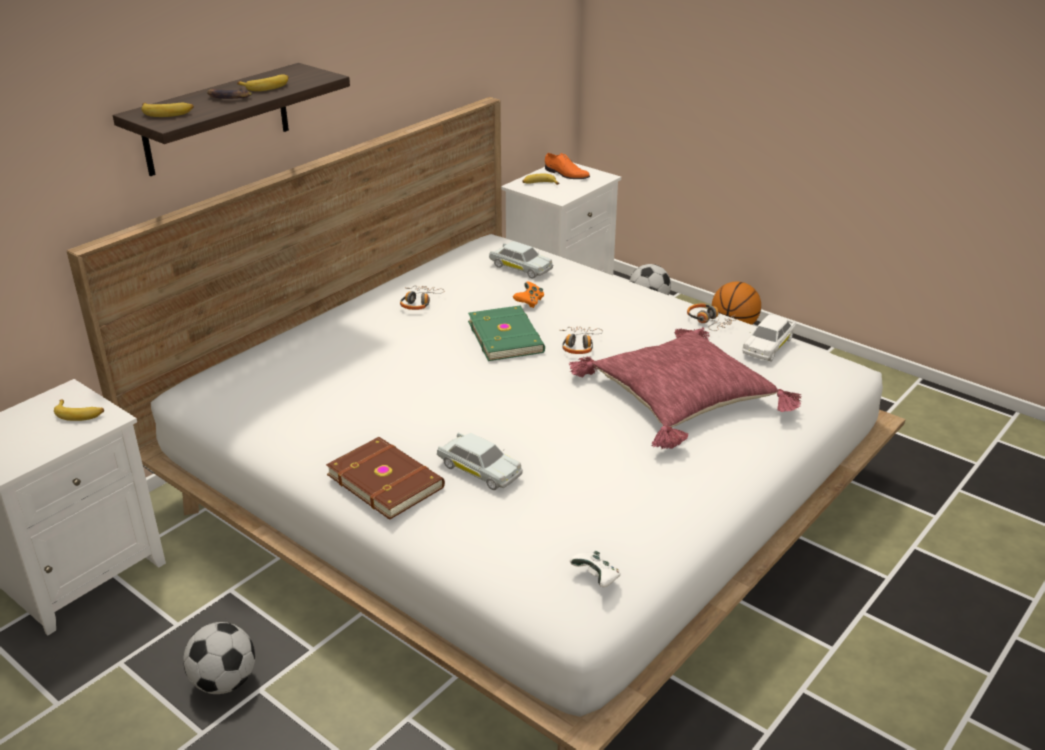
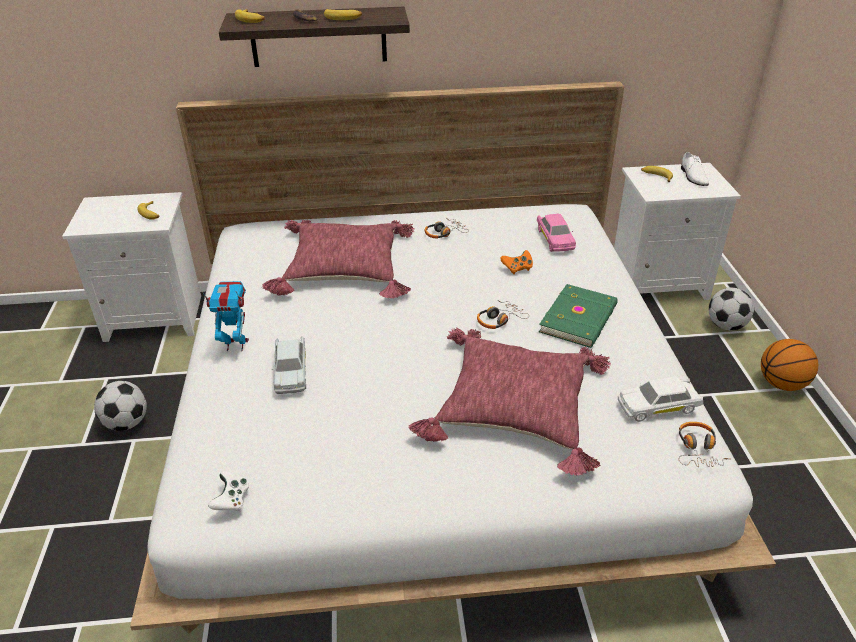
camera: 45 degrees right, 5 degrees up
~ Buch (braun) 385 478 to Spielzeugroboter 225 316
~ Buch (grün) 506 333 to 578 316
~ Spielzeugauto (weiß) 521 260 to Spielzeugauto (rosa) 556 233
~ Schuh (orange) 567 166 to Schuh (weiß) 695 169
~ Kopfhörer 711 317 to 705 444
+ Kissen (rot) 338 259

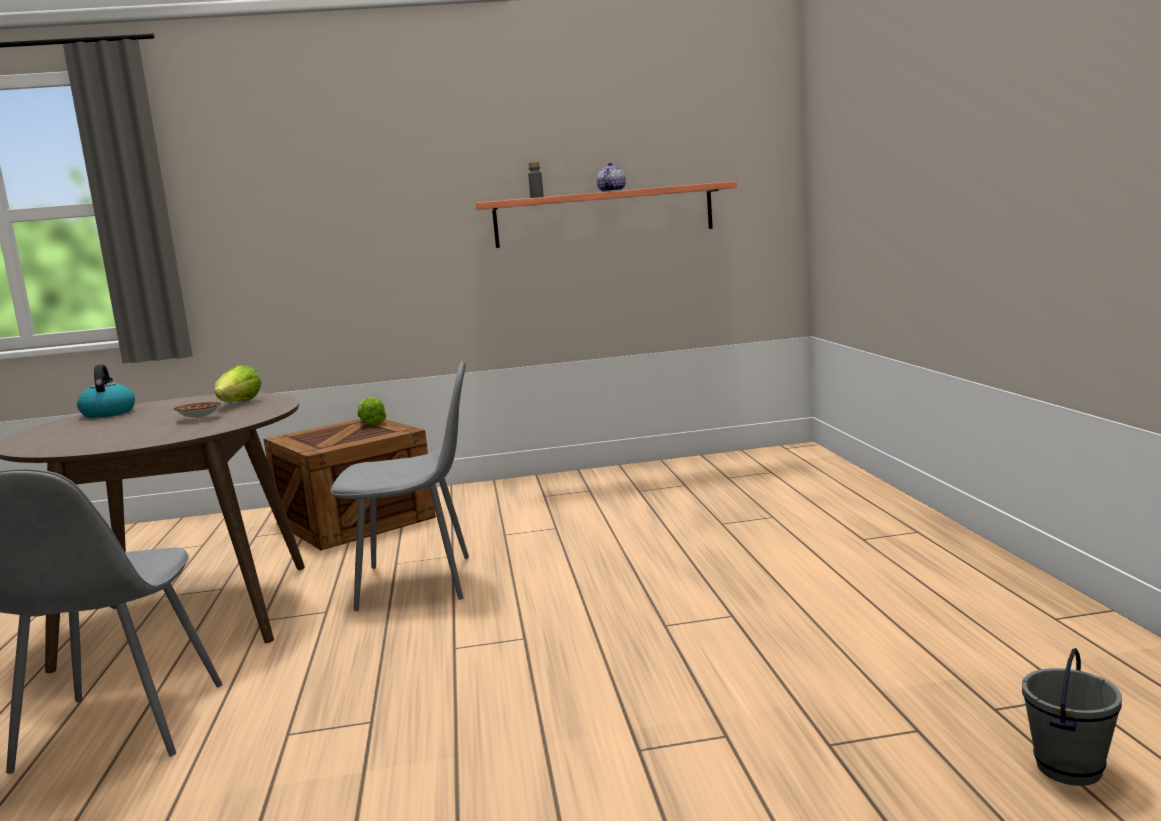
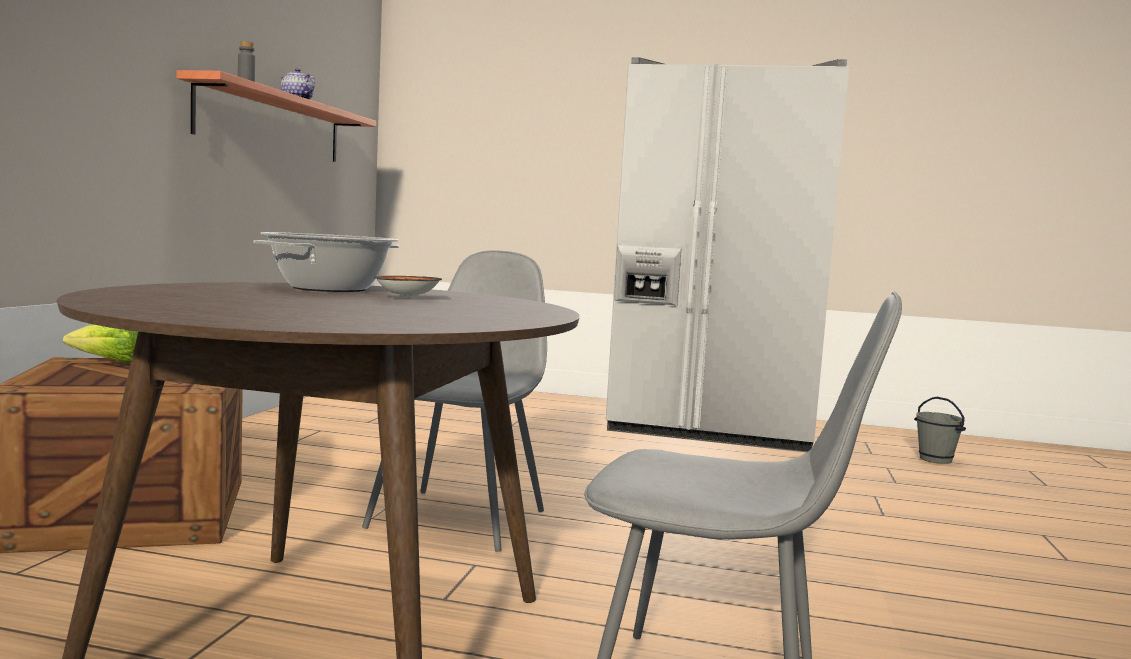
camera: 70 degrees left, 5 degrees down
- Wasserkessel 106 391
~ Salatkopf 238 383 to Kochtopf 326 262
+ Kühlschrank (weiß) 727 254

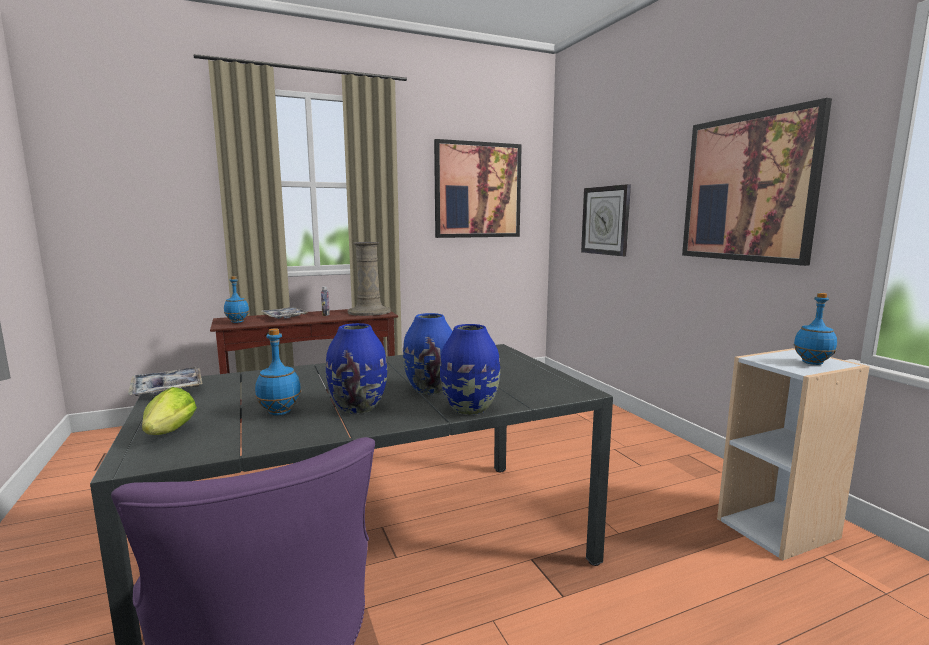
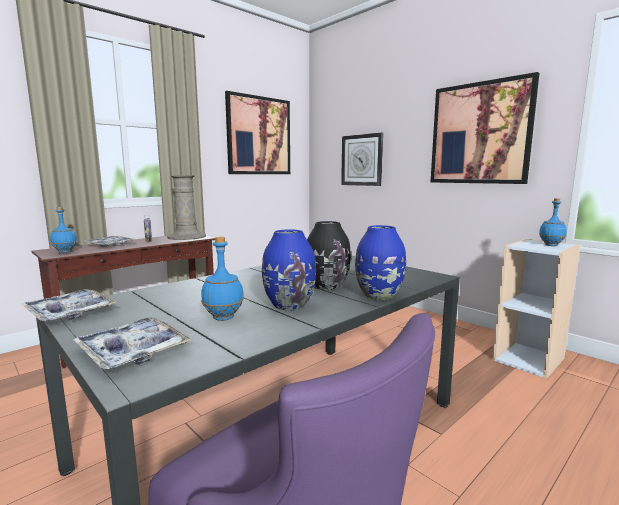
camera: 20 degrees left, 0 degrees up
~ Salatkopf 169 411 to Tablett 132 343
~ Vase (blau) 428 353 to Vase (schwarz) 329 255

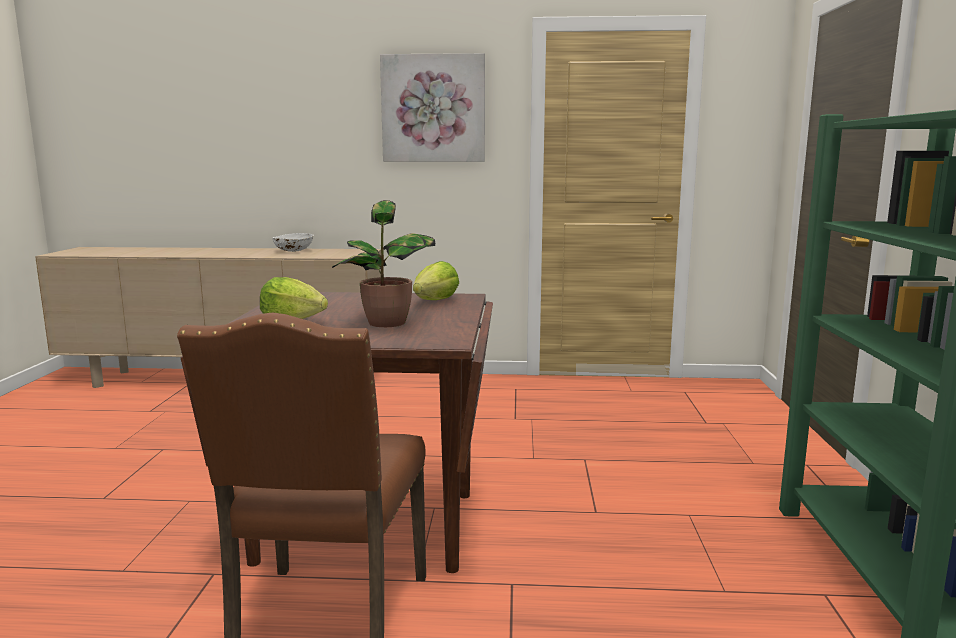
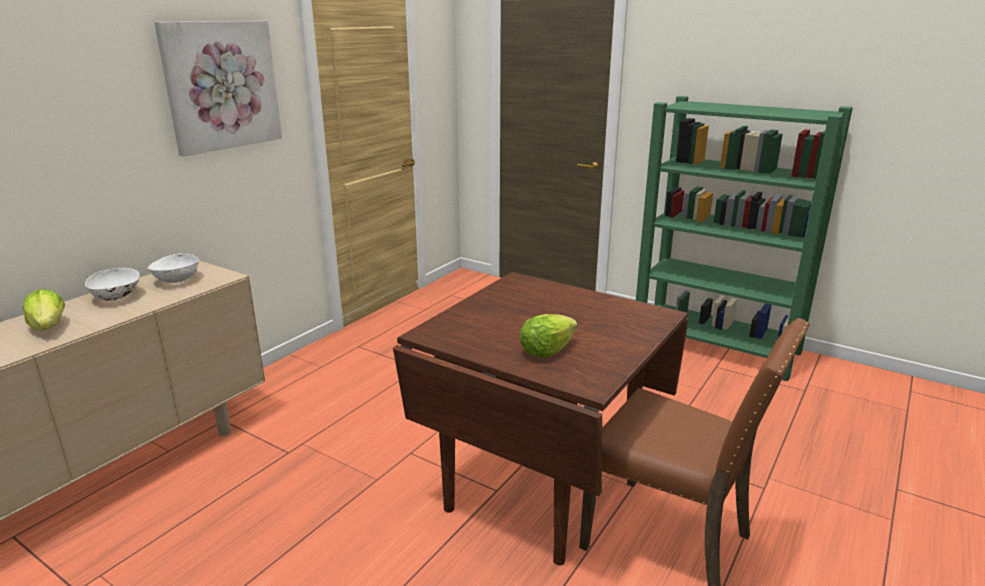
camera: 60 degrees left, 10 degrees up
- Topfpflanze 383 263
~ Salatkopf 436 280 to 44 310
+ Schüssel (weiß) 173 268

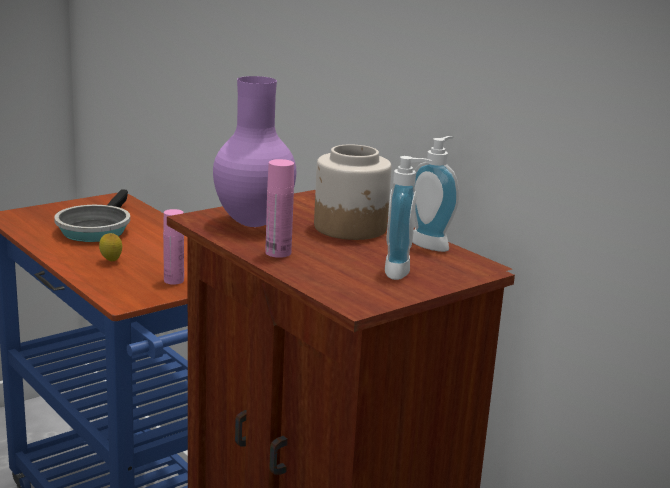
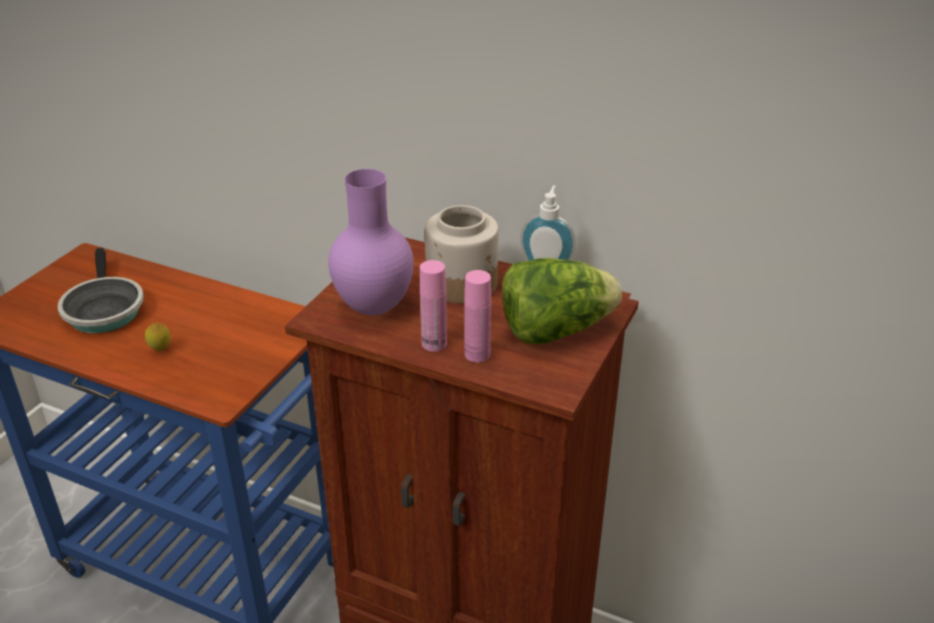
camera: 25 degrees left, 15 degrees up
~ Flasche (rosa) 173 247 to 477 316
~ Seifenspender 408 218 to Salatkopf 562 301

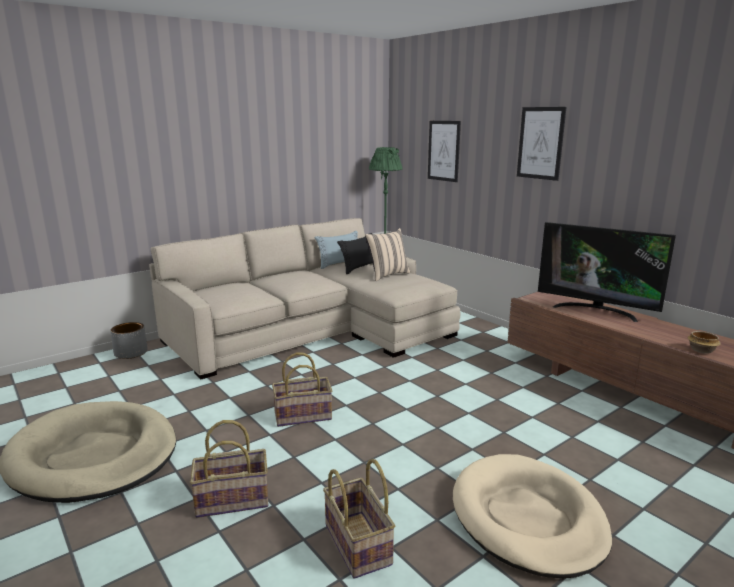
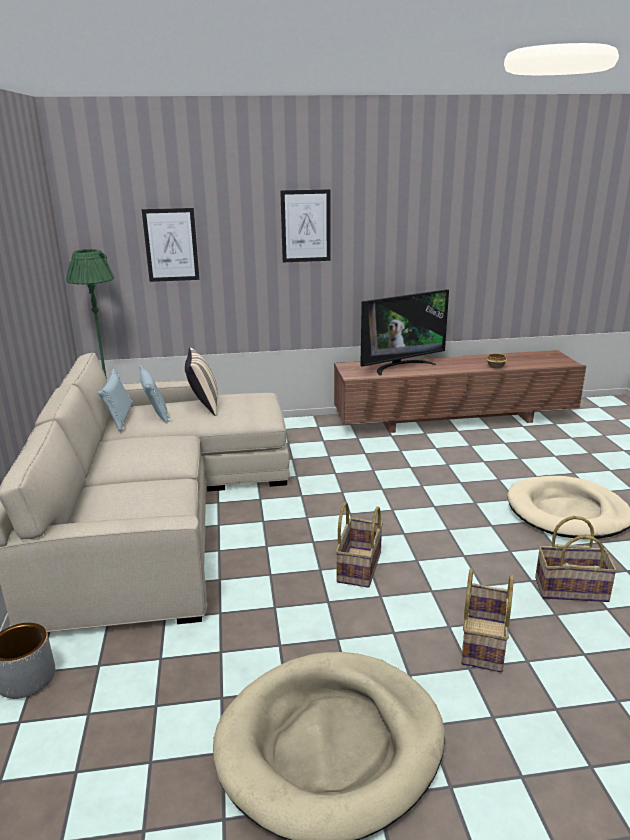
camera: 60 degrees left, 5 degrees up
~ Kissen (schwarz) 355 253 to Kissen (blau) 154 394

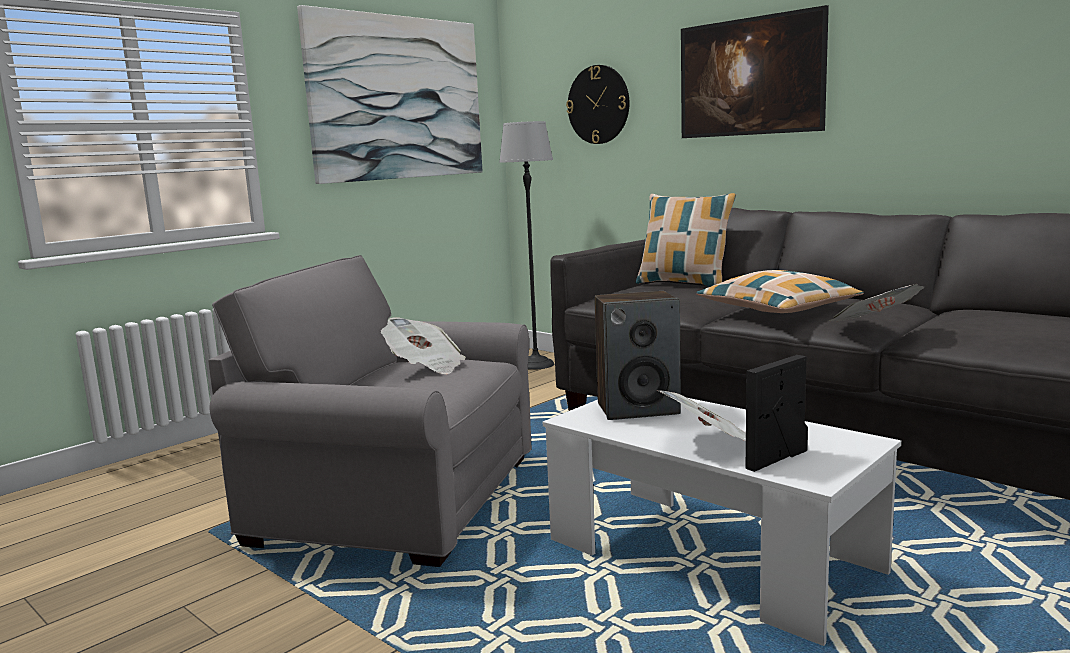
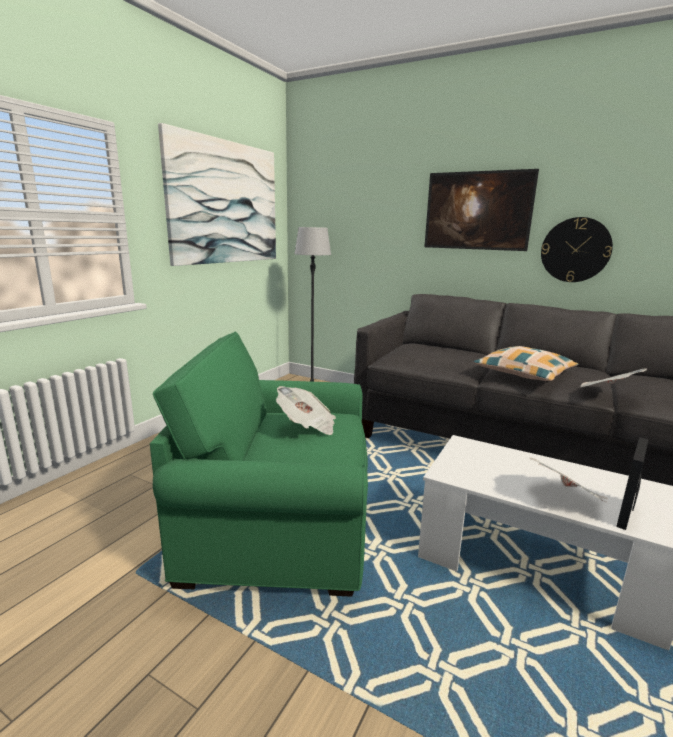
camera: 15 degrees left, 5 degrees up
~ Sessel (grau) 370 411 to Sessel (grün) 259 464
~ Wanduhr 597 104 to 577 249
- Lautsprecher 637 355
- Kissen 686 240

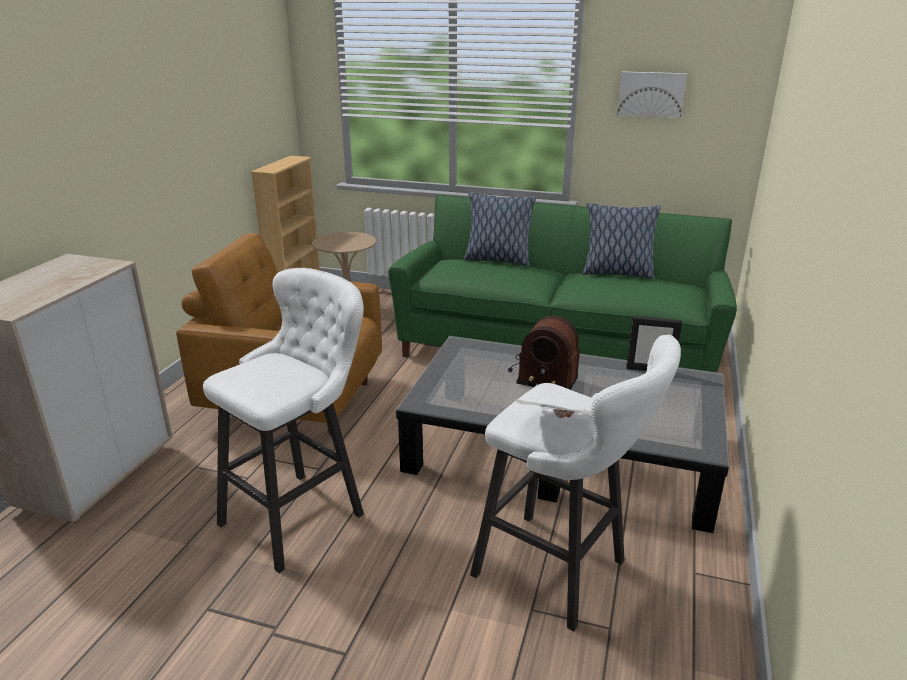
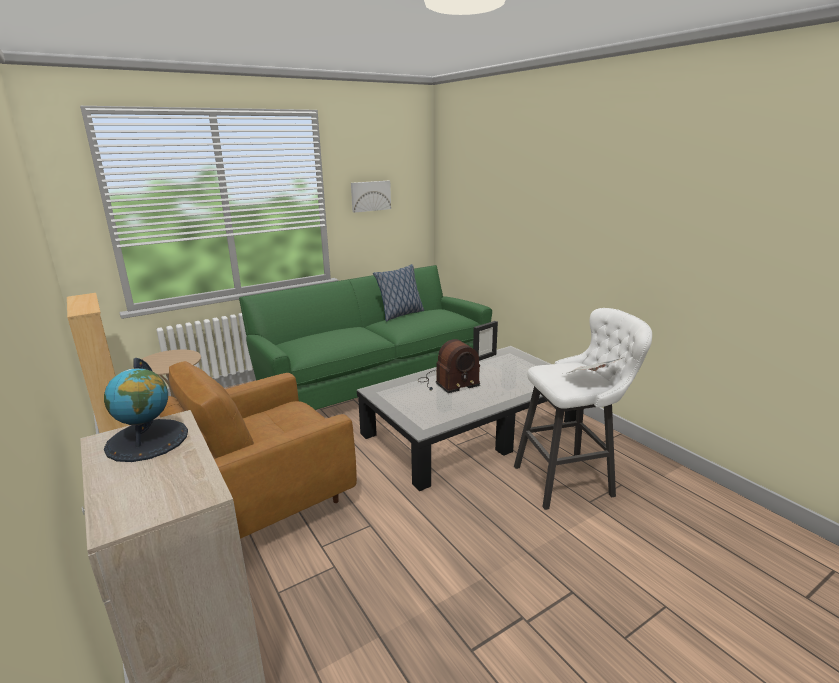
camera: 50 degrees left, 5 degrees down
- Hocker (weiß) 283 420
- Kissen 500 229
+ Globus 146 410

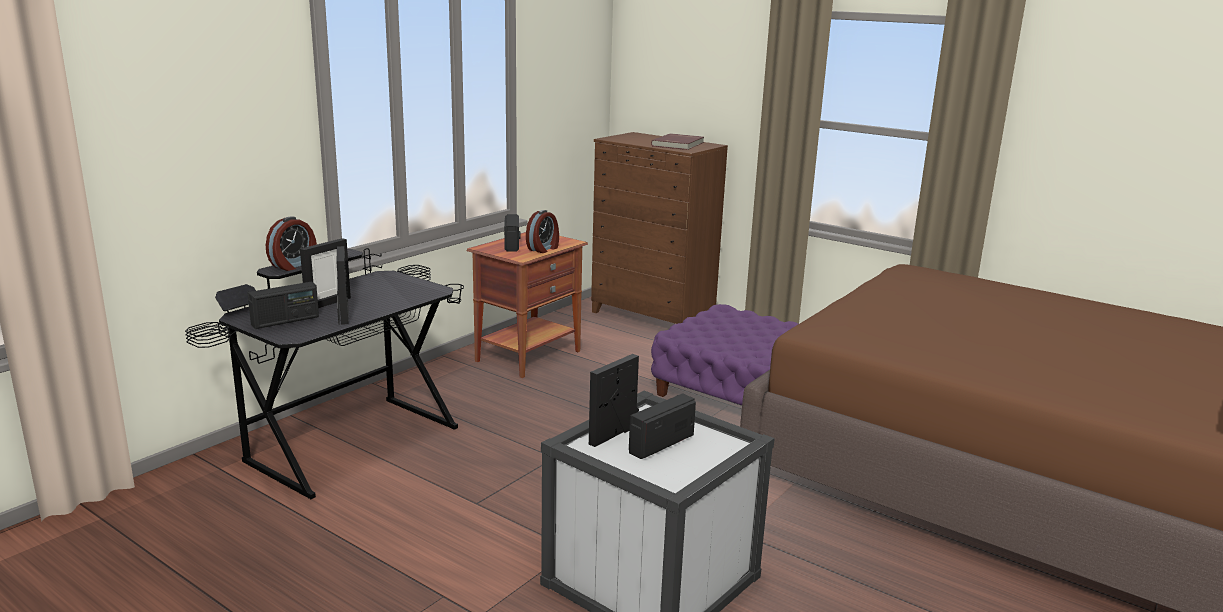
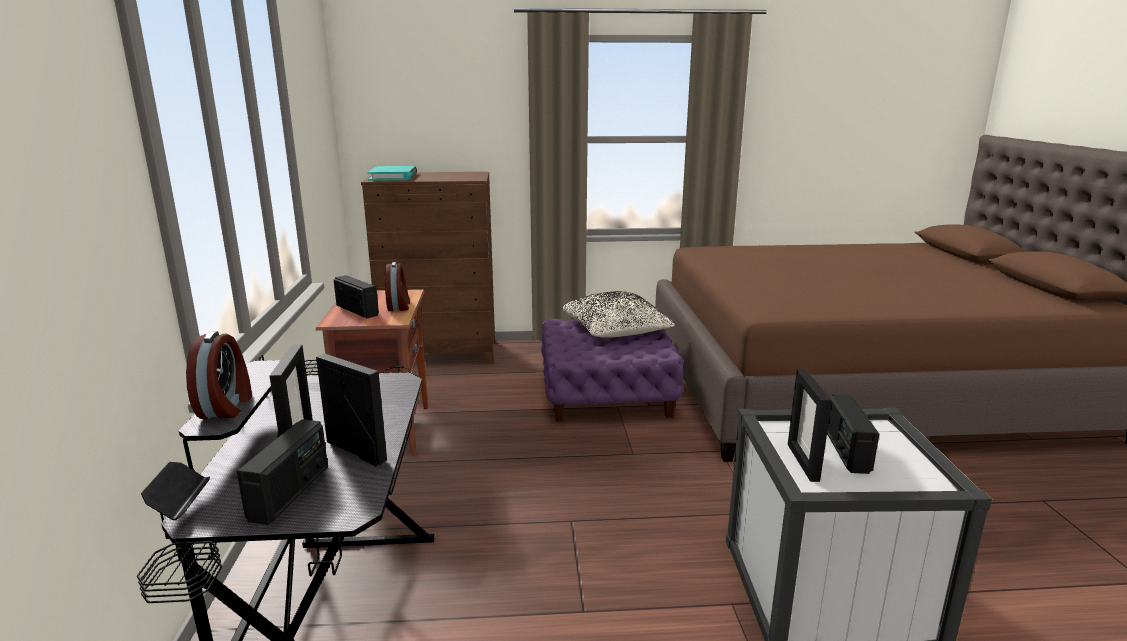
camera: 40 degrees left, 0 degrees up
- Buch (rot) 677 141
+ Buch (türkis) 392 173
+ Kissen (beige) 618 314

